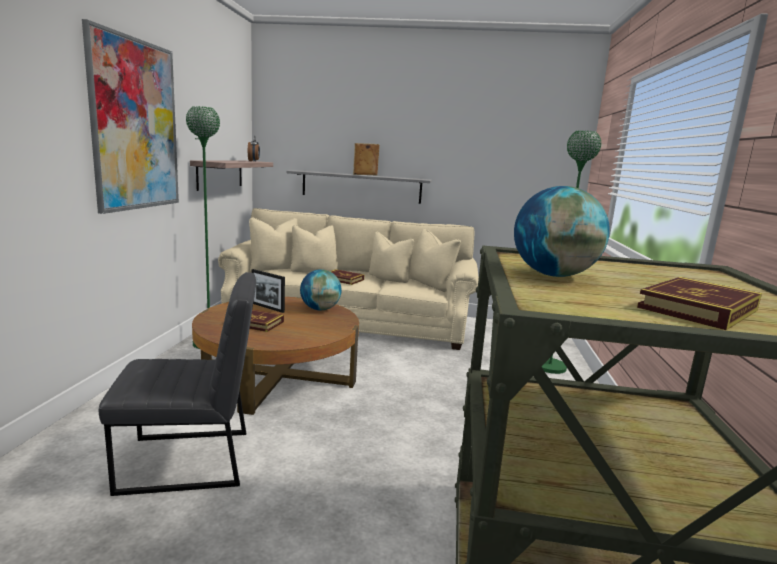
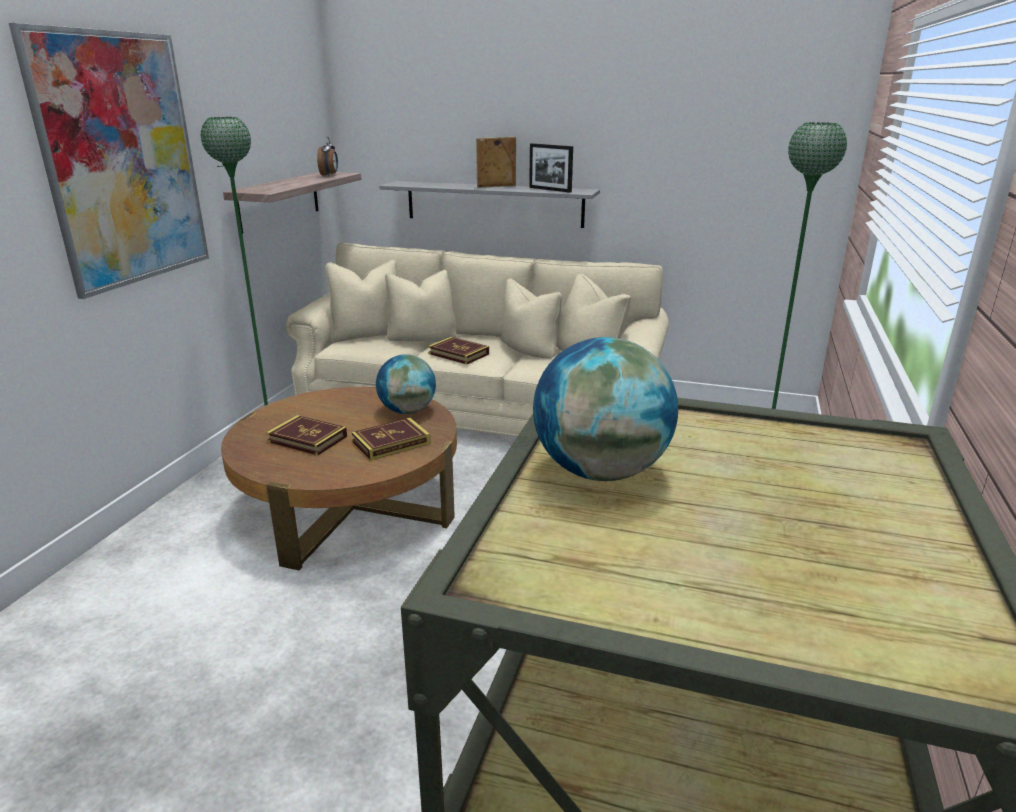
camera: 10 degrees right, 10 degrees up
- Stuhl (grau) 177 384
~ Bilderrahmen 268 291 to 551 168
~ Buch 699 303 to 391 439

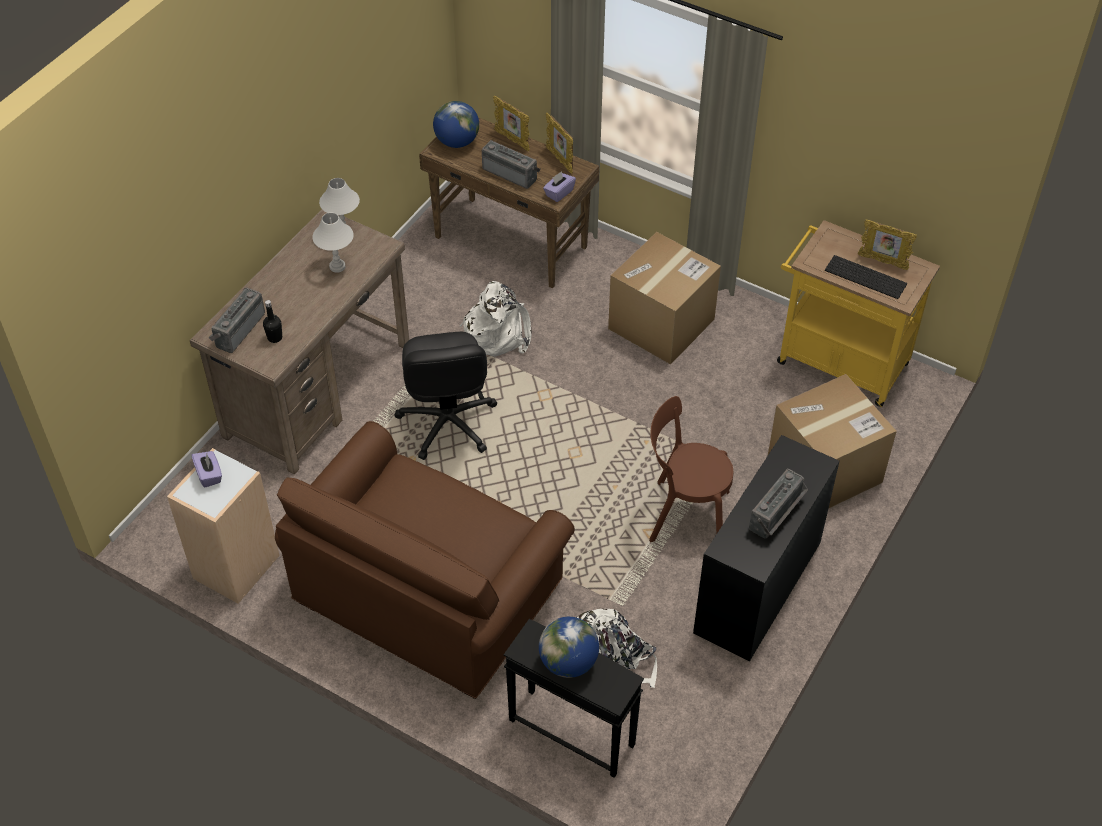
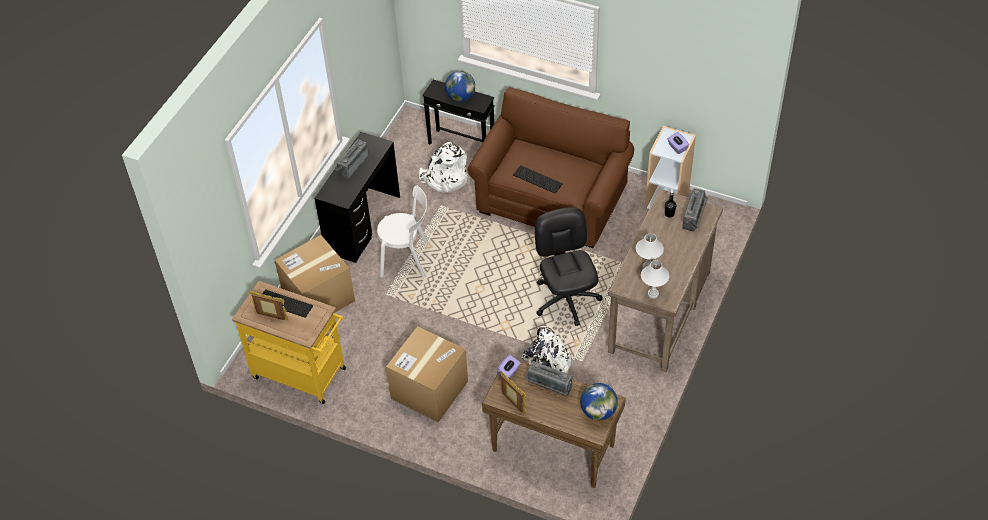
camera: 175 degrees right, 0 degrees up
- Bilderrahmen 511 123
~ Stuhl (braun) 691 469 to Stuhl (weiß) 402 231
+ Tastatur 538 179

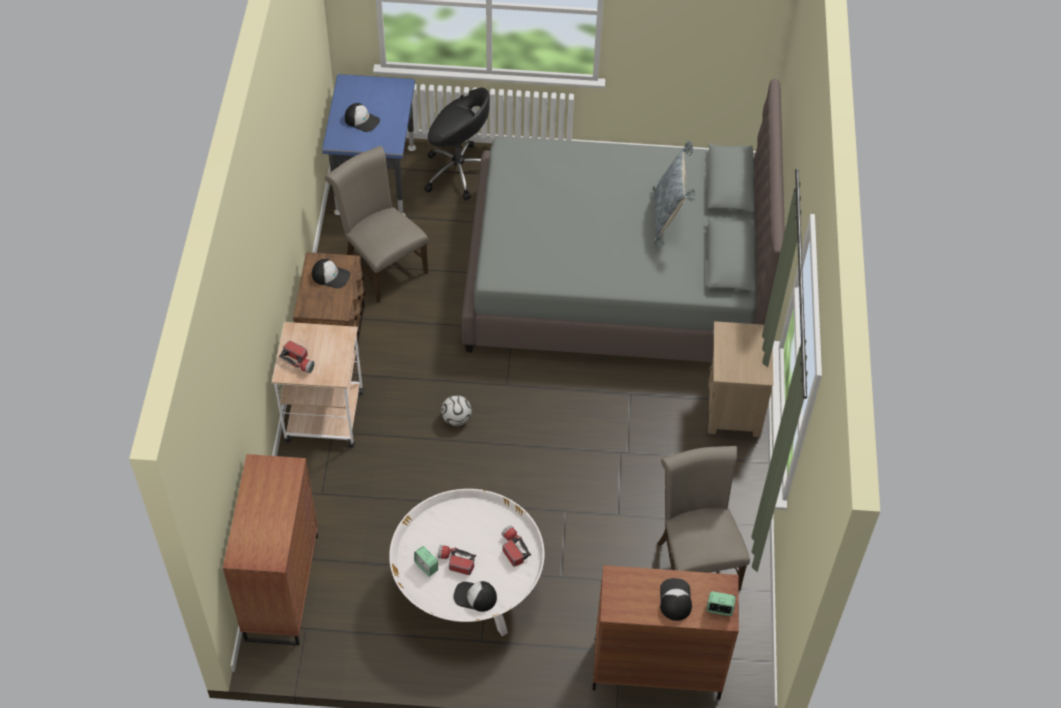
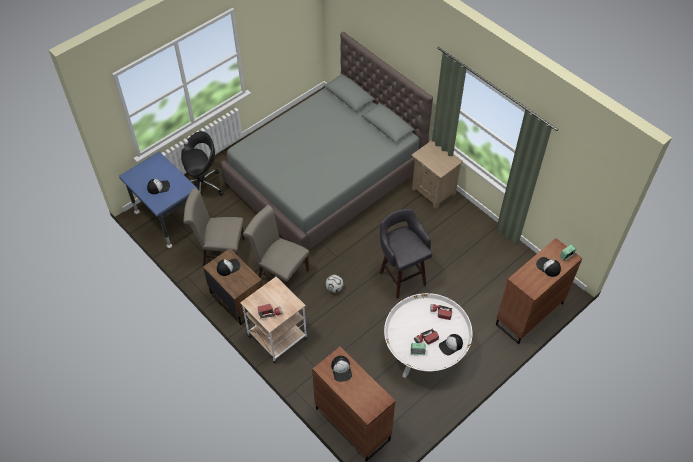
camera: 45 degrees left, 0 degrees up
- Kissen 673 194
~ Stuhl (beige) 703 518 to 276 247
+ Kappe 341 369
+ Hocker (grau) 405 254

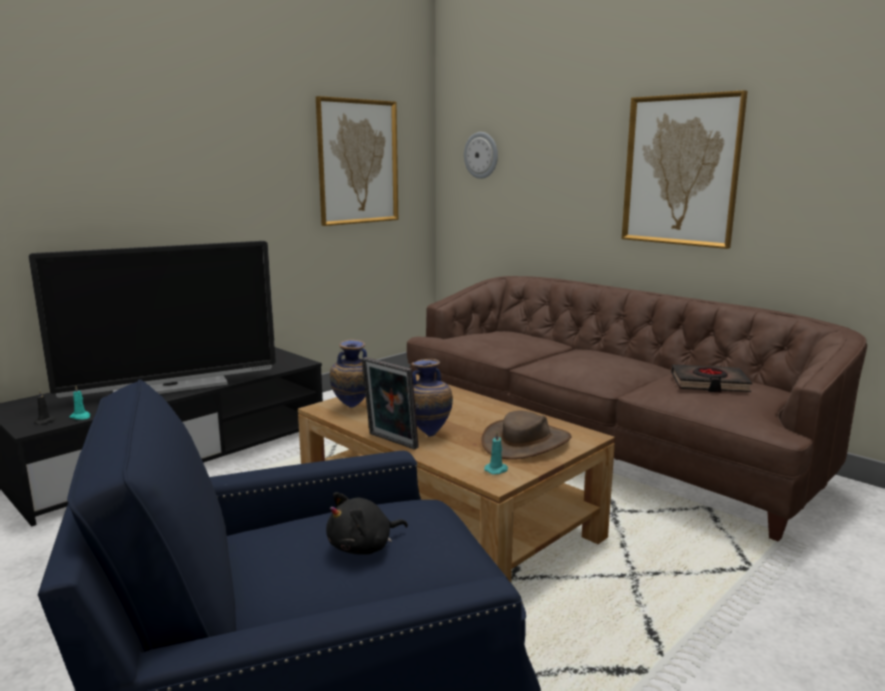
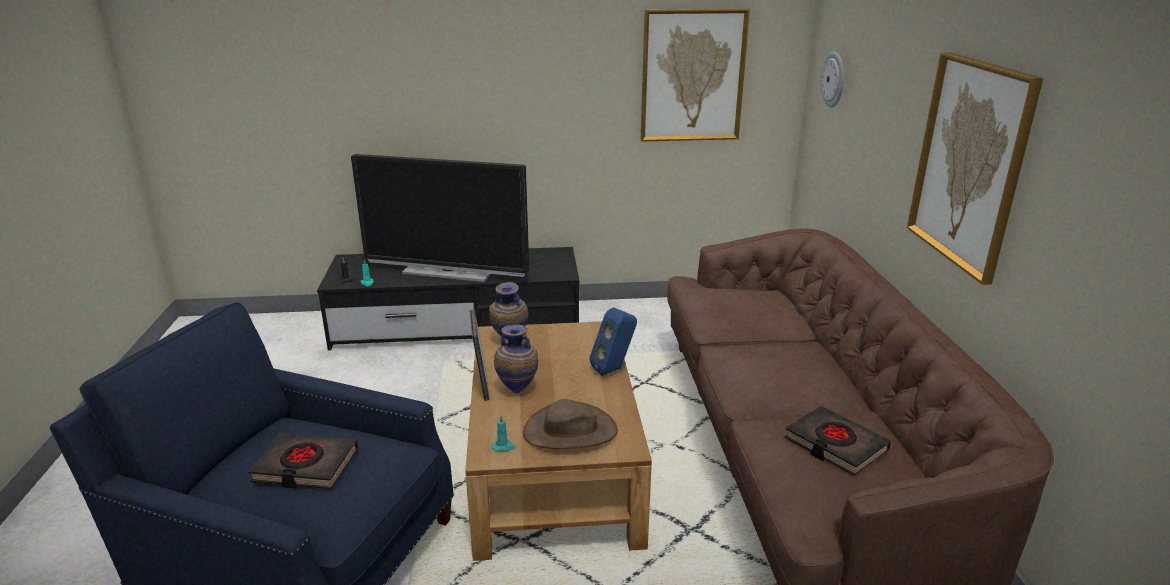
camera: 40 degrees right, 10 degrees up
~ Plüschtier (schwarz) 367 523 to Buch (schwarz) 303 461
+ Lautsprecher (blau) 613 341

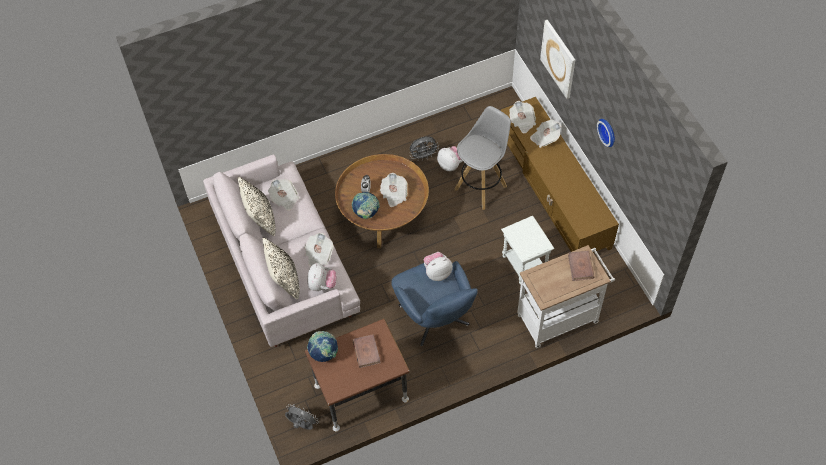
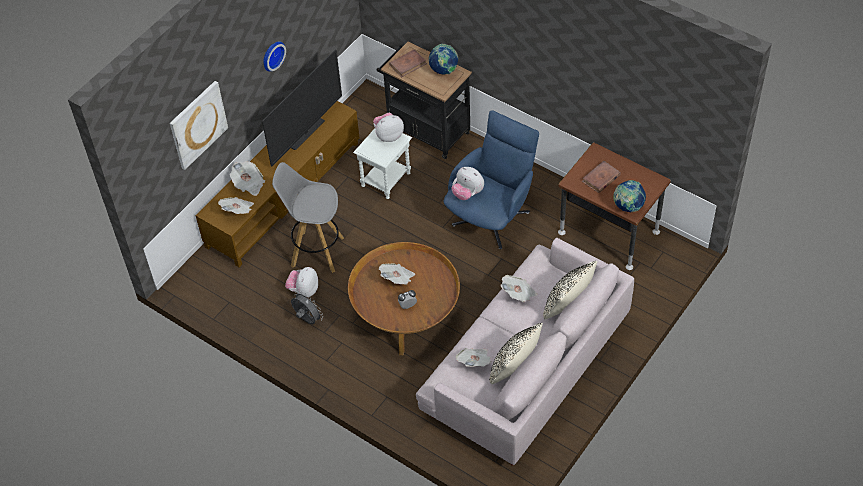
camera: 120 degrees left, 5 degrees down
- Ventilator (grau) 302 417
~ Plüschtier 321 277 to 388 127
~ Globus 366 205 to 443 59
~ Rollwagen (weiß) 566 296 to Rollwagen (schwarz) 424 100
+ Fernseher 302 108

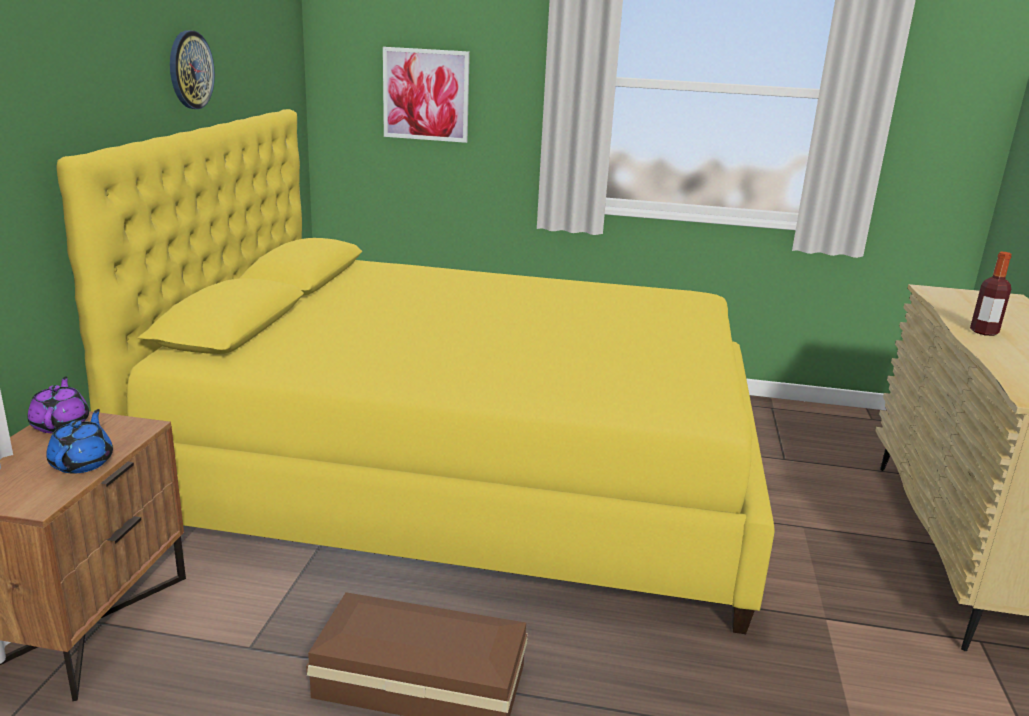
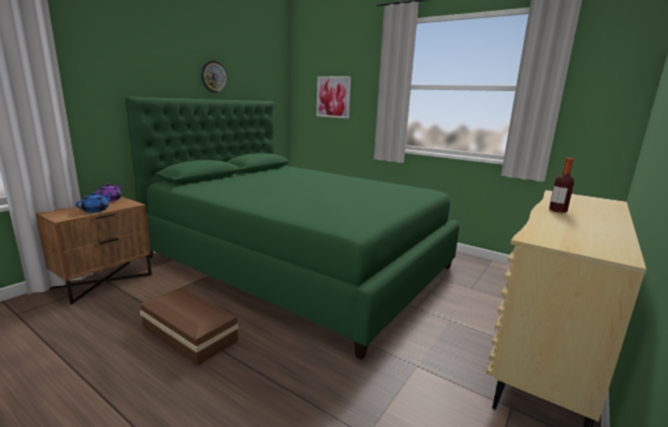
camera: 25 degrees right, 5 degrees down
~ Bett (gelb) 415 371 to Bett (grün) 292 228

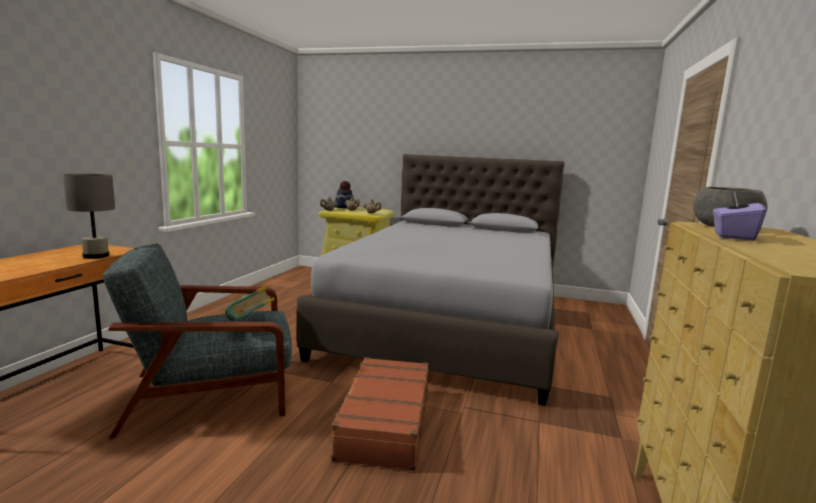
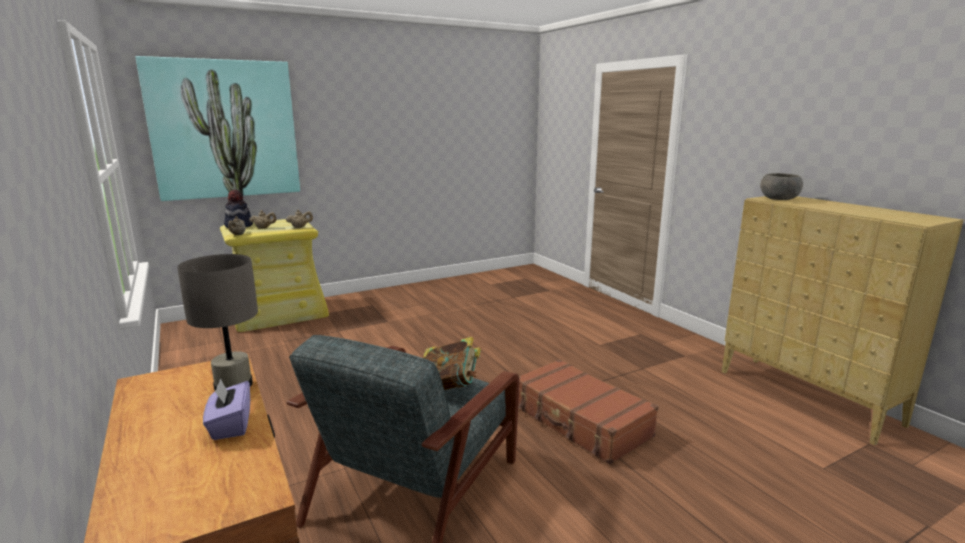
camera: 45 degrees left, 5 degrees up
- Bett (grau) 431 280
~ Taschentuchbox (lila) 739 216 to 226 409
+ Bild 217 128

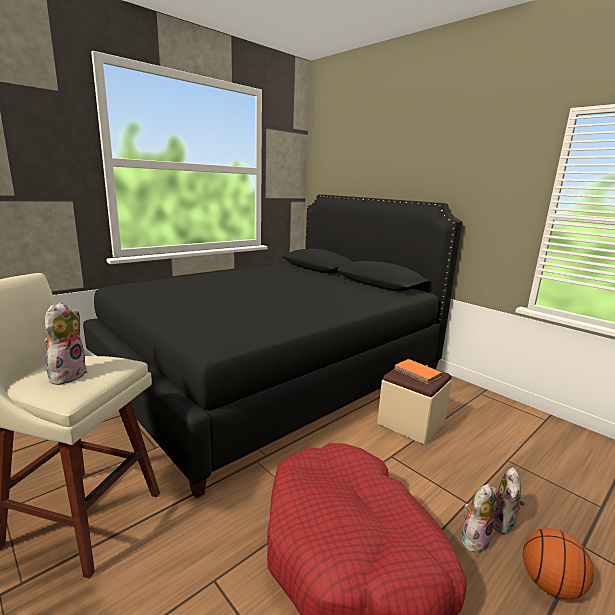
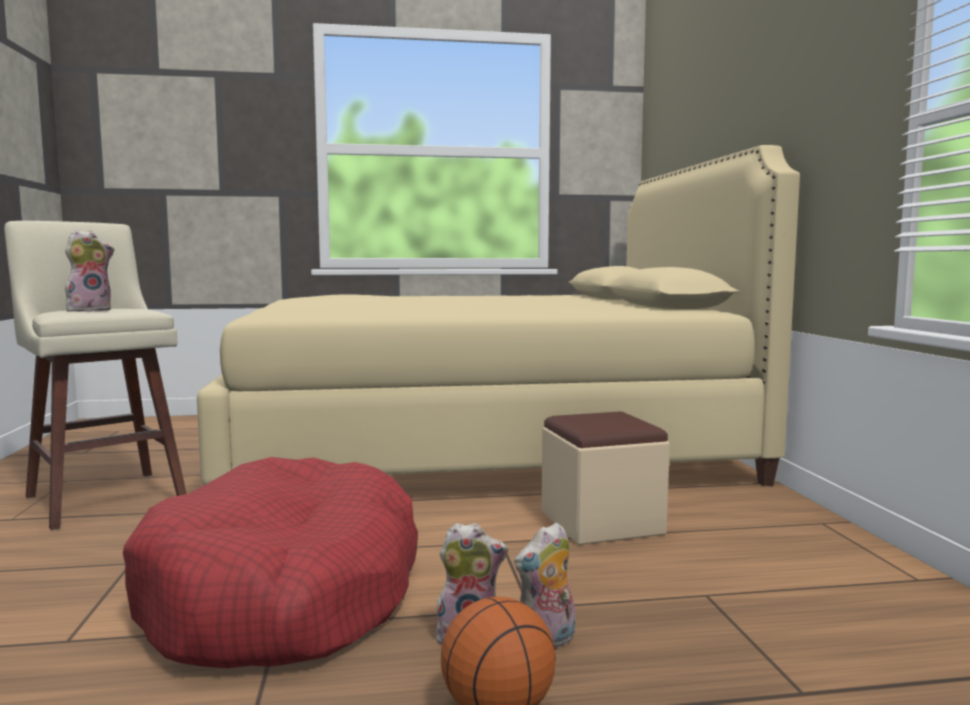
camera: 35 degrees right, 10 degrees down
~ Bett (schwarz) 273 347 to Bett (beige) 498 315
- Buch (orange) 418 371

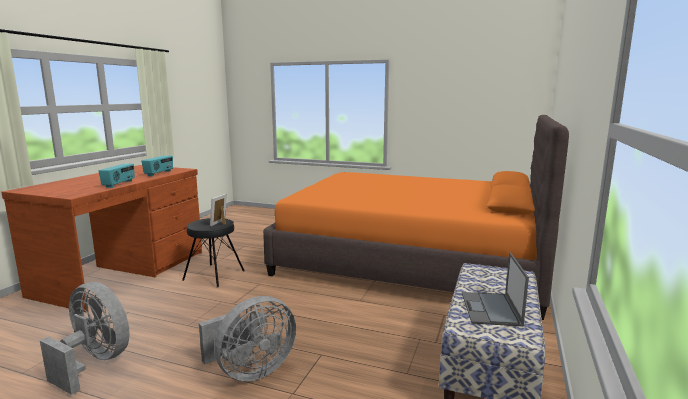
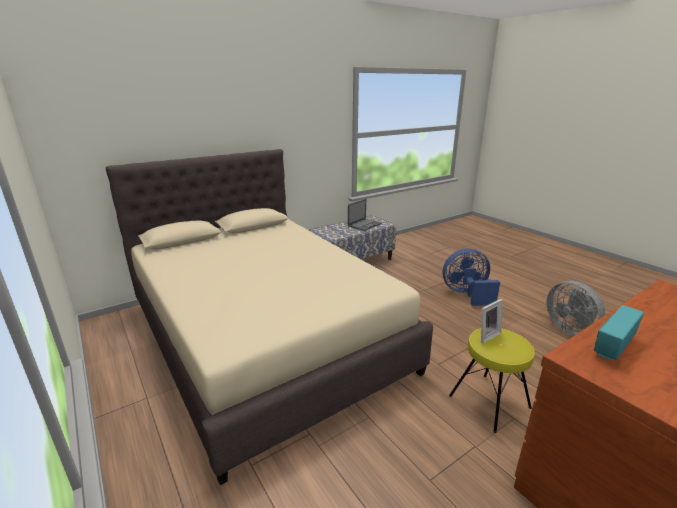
camera: 145 degrees left, 10 degrees up
- Radio 117 176
~ Hocker (schwarz) 213 253 to Hocker (gelb) 492 380
~ Ventilator (grau) 247 338 to Ventilator (blau) 471 277
~ Bett (orange) 416 217 to Bett (beige) 269 317

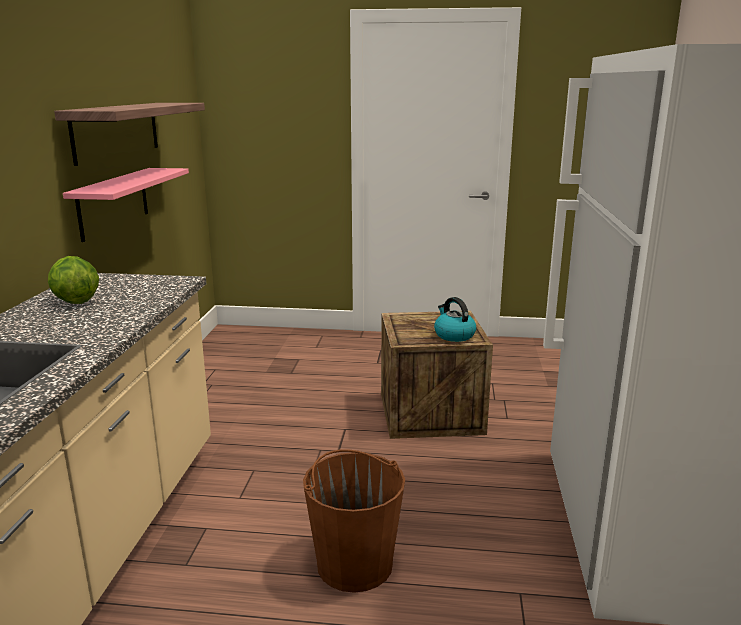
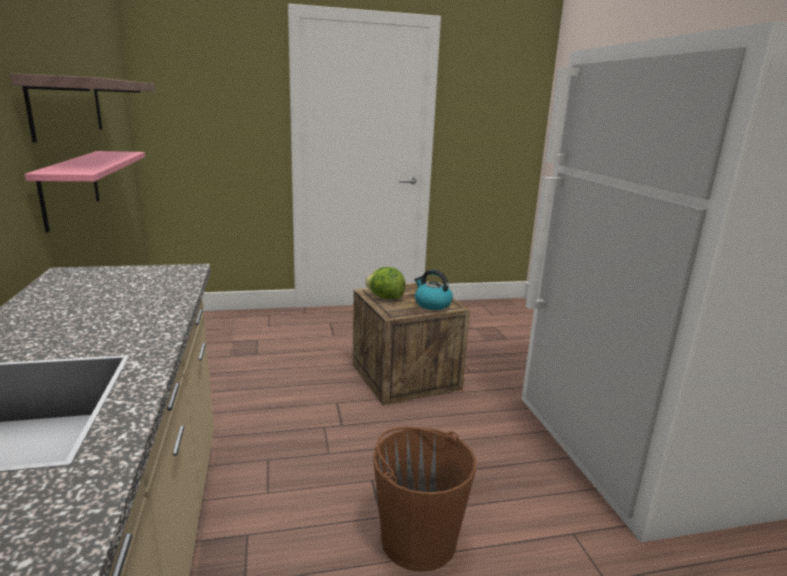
camera: 20 degrees left, 0 degrees up
~ Salatkopf 73 280 to 385 283

